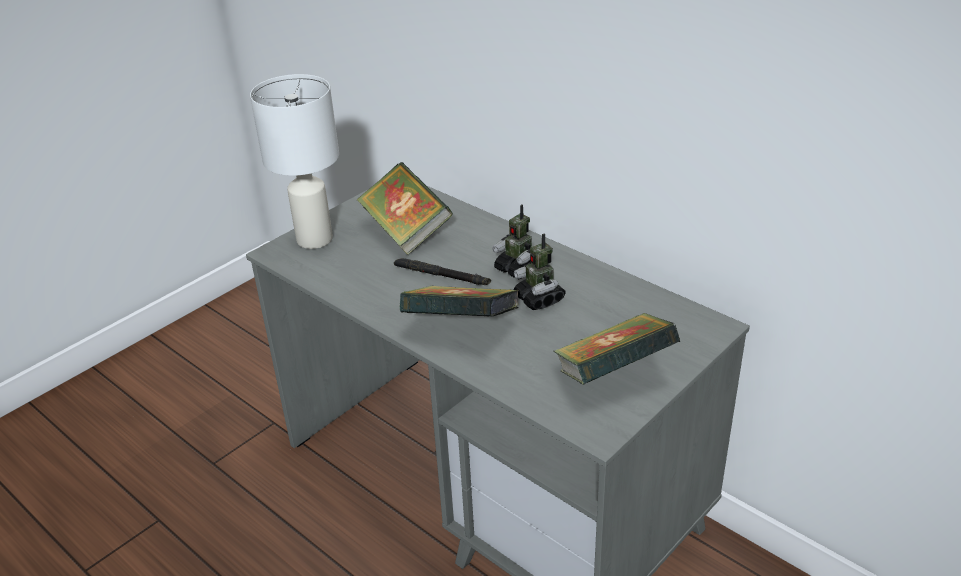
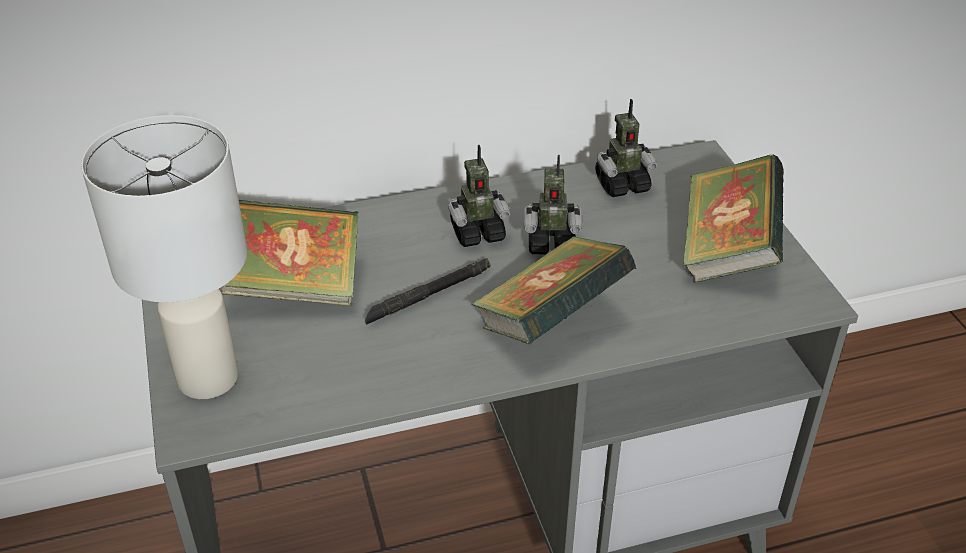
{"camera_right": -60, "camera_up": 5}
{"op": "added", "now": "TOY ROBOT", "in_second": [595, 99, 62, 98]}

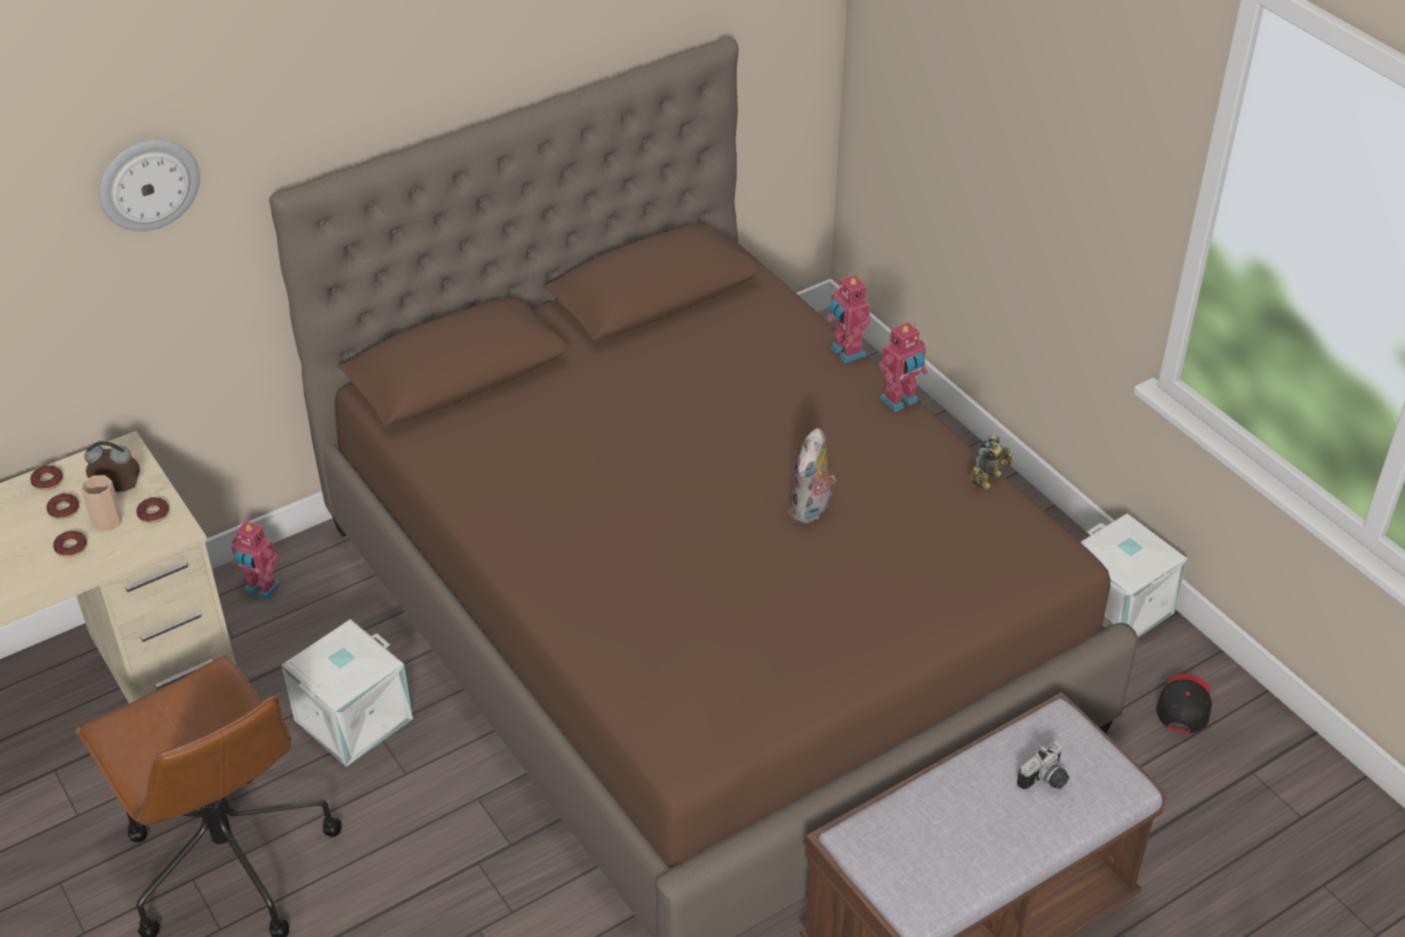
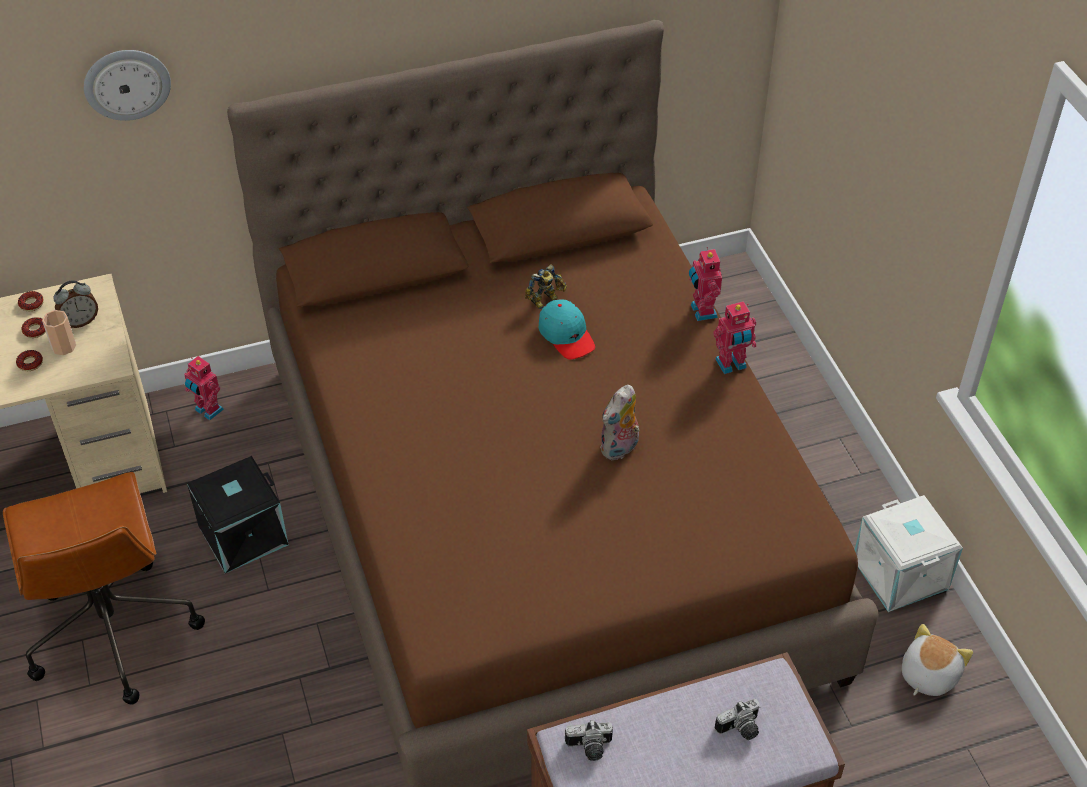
{"camera_right": 15, "camera_up": 5}
{"op": "moved", "was": "TOY ROBOT", "in_first": [970, 433, 44, 58], "in_second": [525, 264, 42, 45]}
{"op": "turned", "was": "ALARM CLOCK", "in_first": [84, 441, 56, 51], "in_second": [53, 280, 45, 48], "clockwise": 135}
{"op": "removed", "was": "DONUT", "in_first": [136, 497, 33, 26]}
{"op": "recoloured", "was": "WHITE STORAGE BOX", "now": "BLACK STORAGE BOX", "in_first": [282, 619, 131, 148], "in_second": [187, 456, 102, 117]}
{"op": "replaced", "was": "BLACK CAP", "now": "PLUSH TOY", "in_first": [1157, 674, 55, 59], "in_second": [902, 624, 71, 72]}
{"op": "added", "now": "TURQUOISE CAP", "in_second": [539, 299, 56, 61]}
{"op": "added", "now": "PHOTO CAMERA", "in_second": [565, 720, 48, 41]}

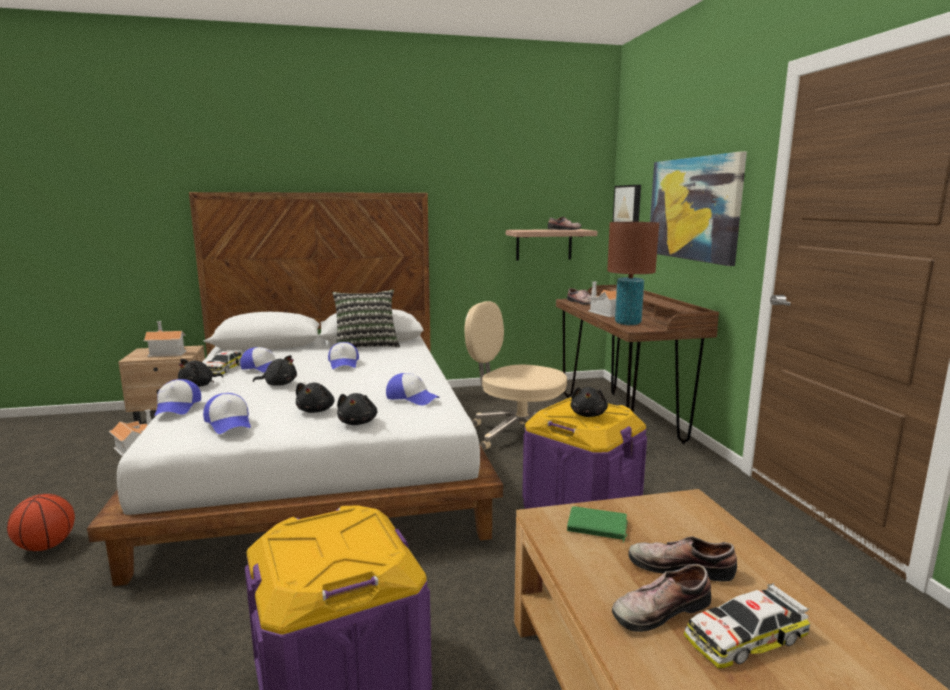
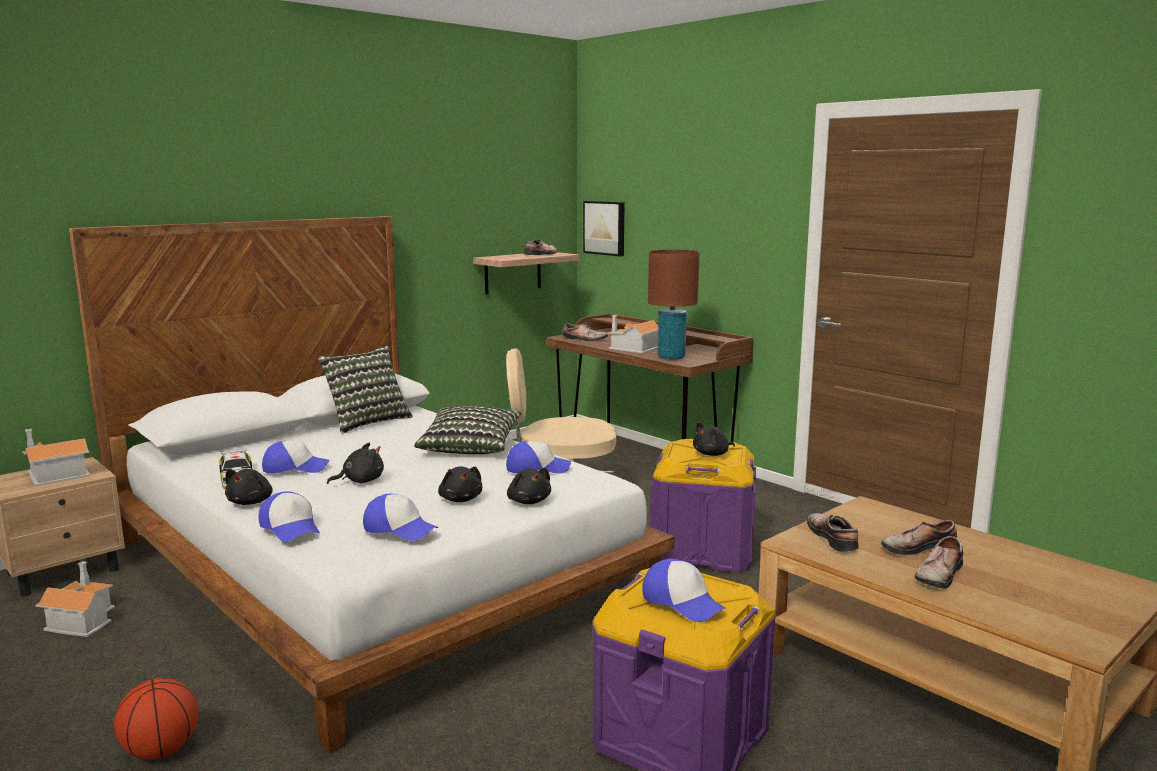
{"camera_right": -30, "camera_up": 0}
{"op": "removed", "was": "PICTURE", "in_first": [650, 151, 97, 115]}
{"op": "moved", "was": "CAP", "in_first": [328, 342, 31, 27], "in_second": [642, 559, 85, 63]}
{"op": "turned", "was": "BLACK PLUSH TOY", "in_first": [570, 387, 38, 30], "in_second": [693, 422, 42, 34], "clockwise": 75}
{"op": "replaced", "was": "GREEN BOOK", "now": "SHOE", "in_first": [567, 506, 61, 37], "in_second": [807, 513, 51, 39]}
{"op": "removed", "was": "TOY CAR", "in_first": [684, 583, 126, 86]}
{"op": "added", "now": "PILLOW", "in_second": [414, 406, 108, 48]}

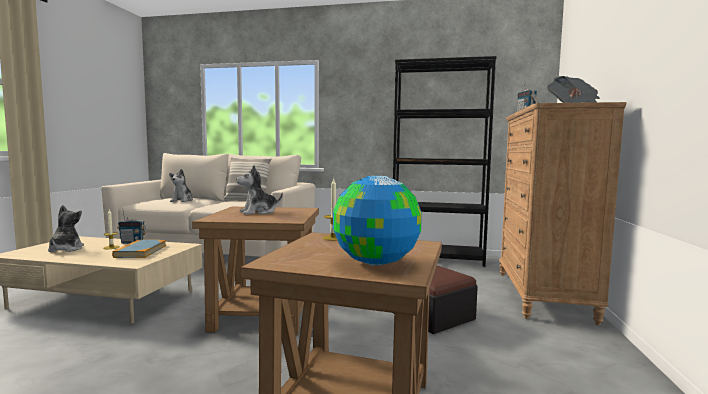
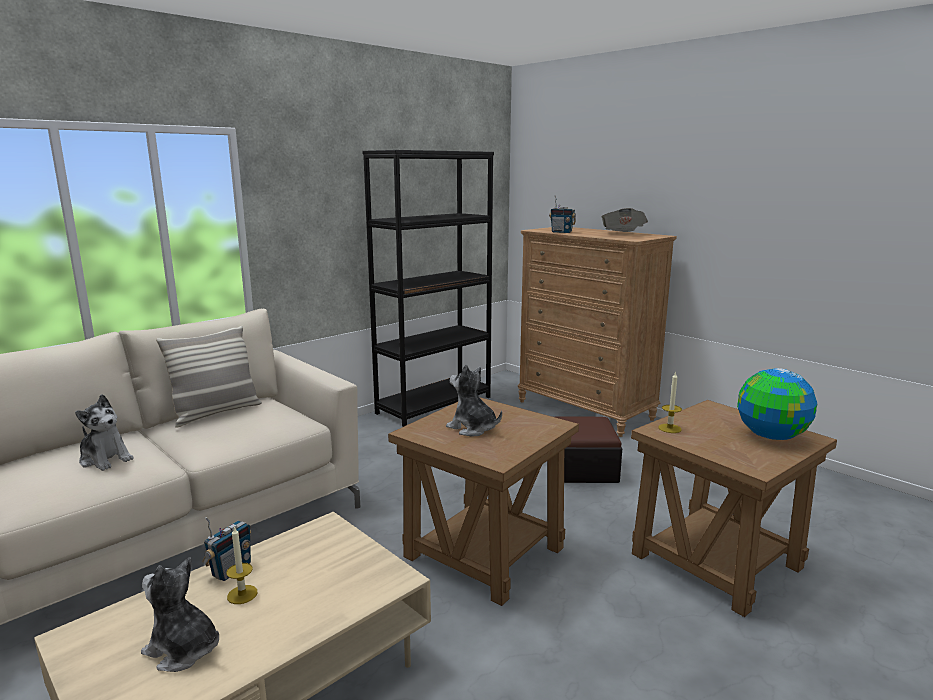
{"camera_right": -55, "camera_up": 10}
{"op": "turned", "was": "PLUSH TOY", "in_first": [236, 165, 47, 50], "in_second": [446, 364, 56, 72], "clockwise": 120}
{"op": "removed", "was": "BOOK", "in_first": [112, 240, 54, 18]}

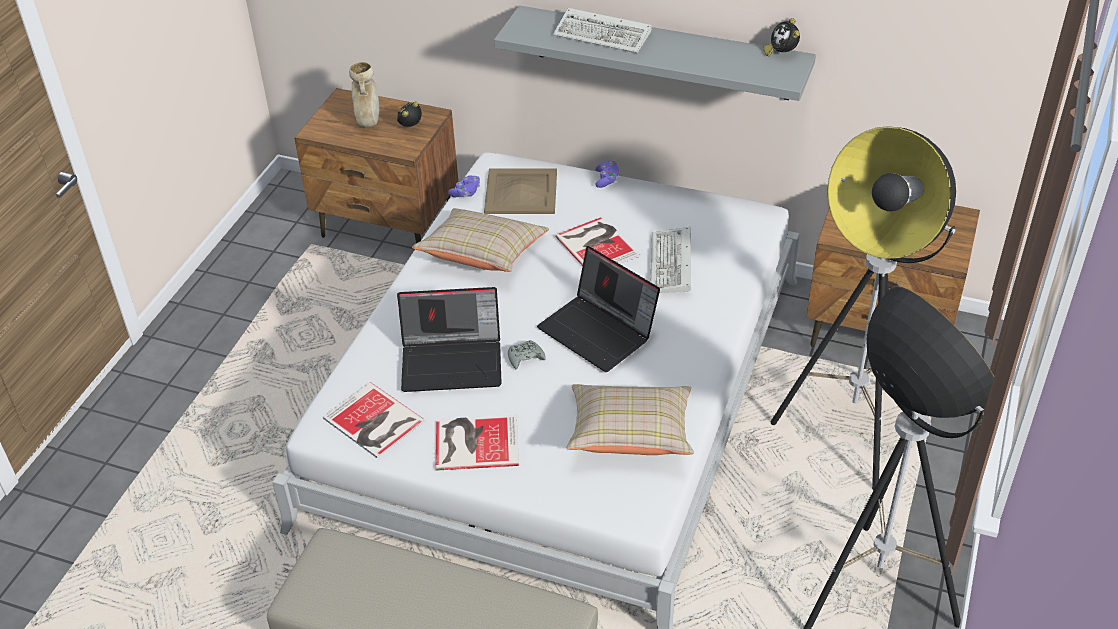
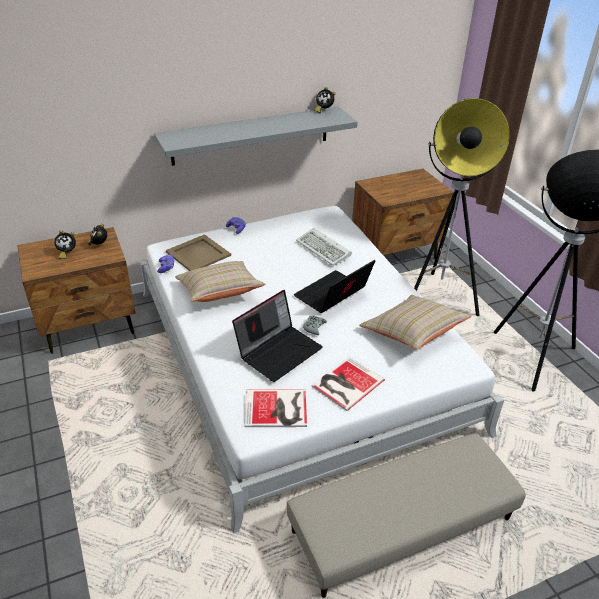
{"camera_right": -45, "camera_up": -5}
{"op": "removed", "was": "KEYBOARD", "in_first": [553, 8, 98, 45]}
{"op": "replaced", "was": "BEIGE VASE", "now": "ALARM CLOCK", "in_first": [349, 62, 30, 65], "in_second": [54, 230, 22, 29]}
{"op": "removed", "was": "BOOK", "in_first": [555, 217, 85, 49]}
{"op": "turned", "was": "LAPTOP", "in_first": [537, 246, 123, 126], "in_second": [294, 260, 81, 53], "clockwise": 135}

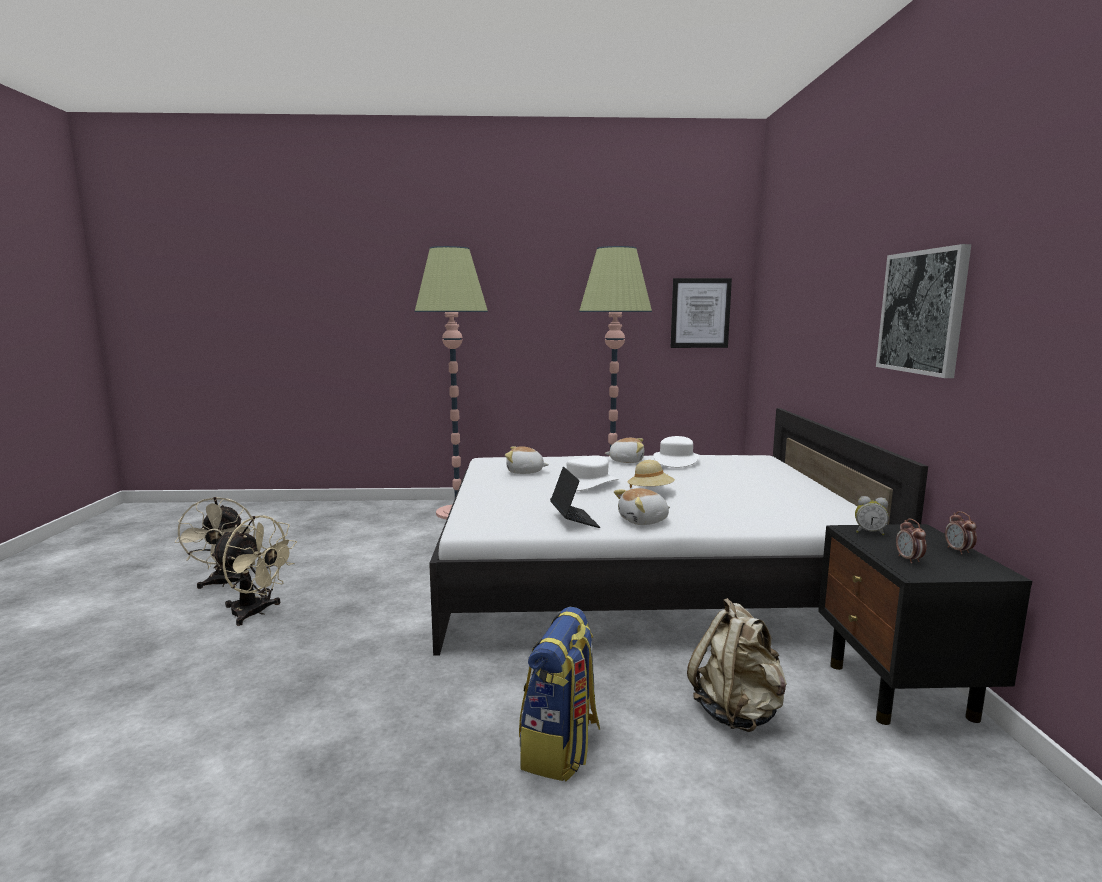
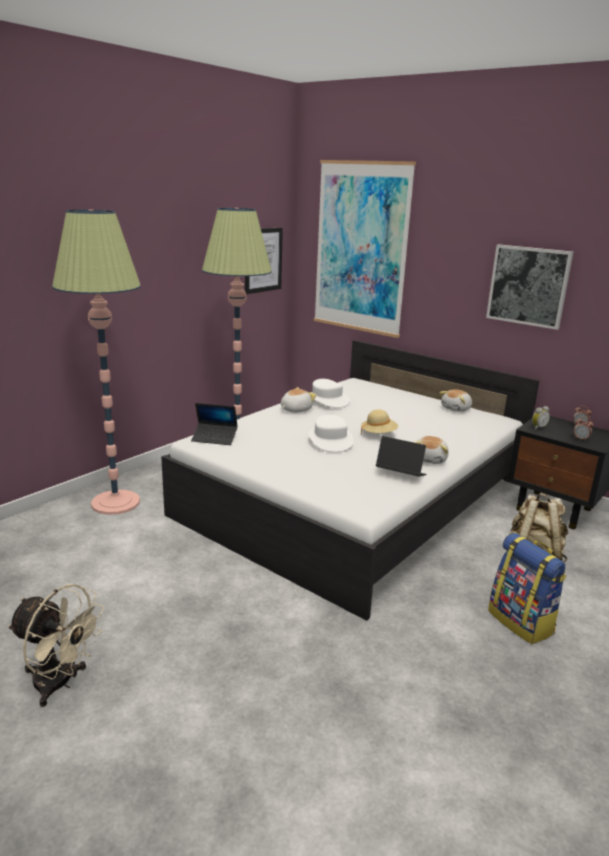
{"camera_right": -50, "camera_up": 10}
{"op": "moved", "was": "PLUSH TOY", "in_first": [505, 446, 44, 28], "in_second": [439, 389, 33, 23]}
{"op": "removed", "was": "BEIGE FAN", "in_first": [211, 515, 86, 111]}
{"op": "added", "now": "PICTURE", "in_second": [314, 160, 102, 178]}
{"op": "added", "now": "LAPTOP", "in_second": [191, 403, 47, 42]}

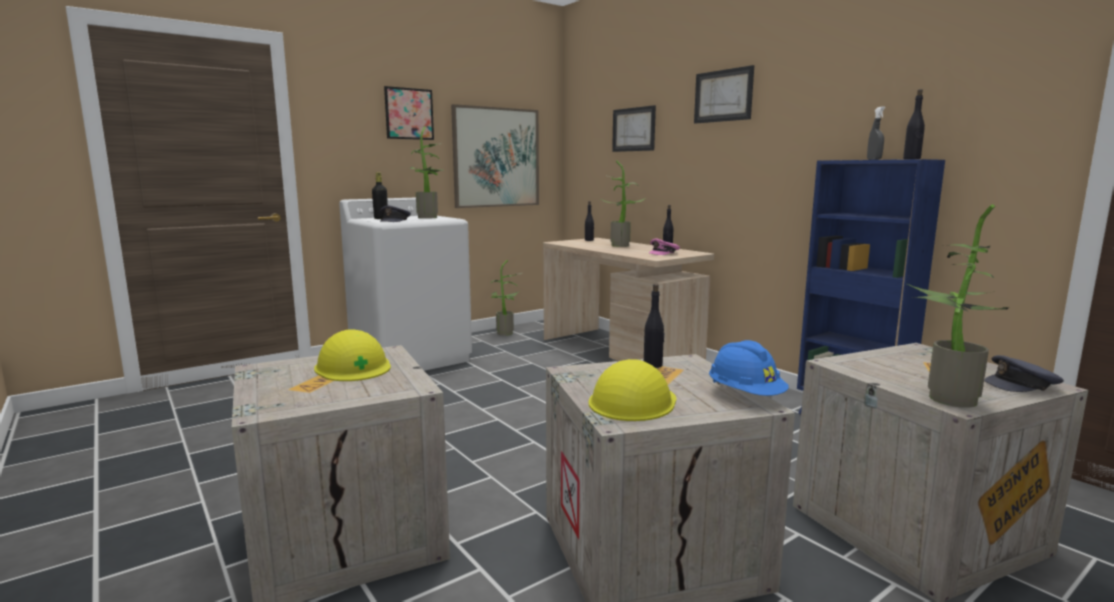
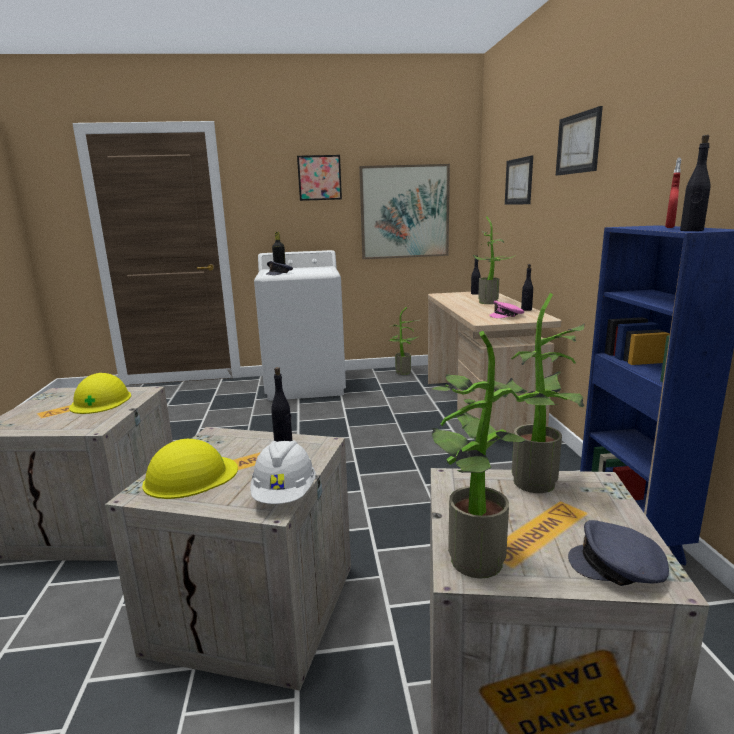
{"camera_right": 30, "camera_up": 5}
{"op": "recoloured", "was": "GREY SPRAY BOTTLE", "now": "RED SPRAY BOTTLE", "in_first": [867, 106, 18, 54], "in_second": [665, 158, 16, 70]}
{"op": "moved", "was": "POTTED PLANT", "in_first": [410, 126, 33, 93], "in_second": [506, 293, 79, 200]}
{"op": "recoloured", "was": "BLUE HARD HAT", "now": "WHITE HARD HAT", "in_first": [709, 340, 80, 56], "in_second": [250, 440, 66, 64]}

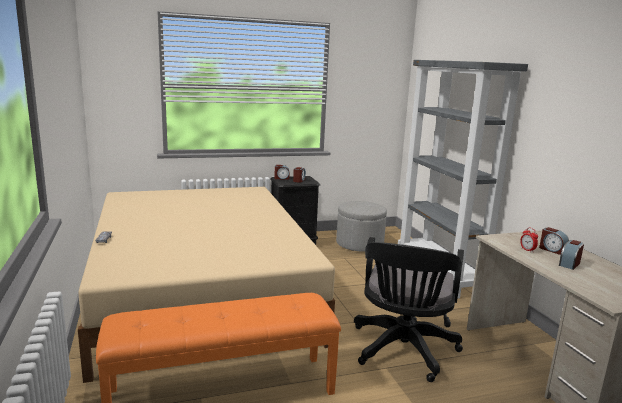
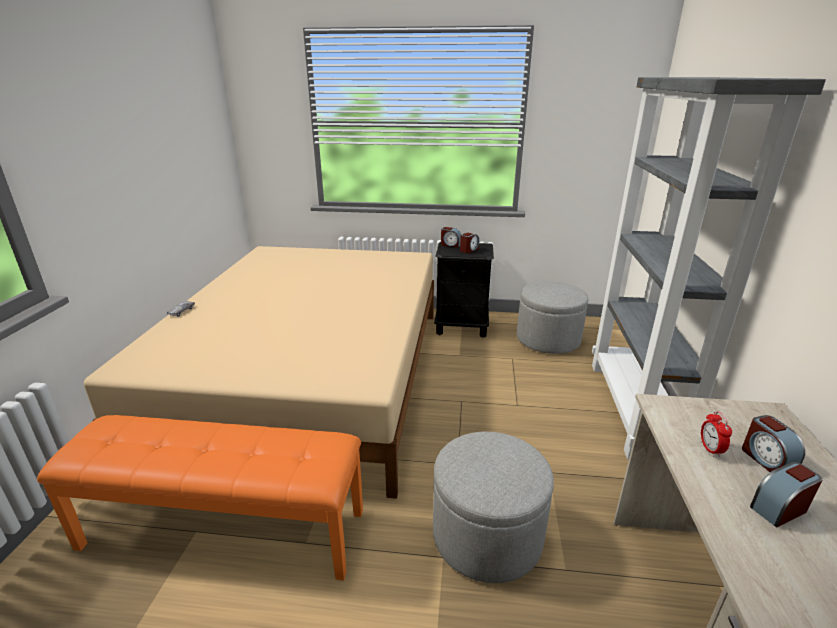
{"camera_right": 25, "camera_up": 10}
{"op": "replaced", "was": "BLACK OFFICE CHAIR", "now": "GREY OTTOMAN", "in_first": [354, 237, 110, 145], "in_second": [433, 432, 121, 151]}

